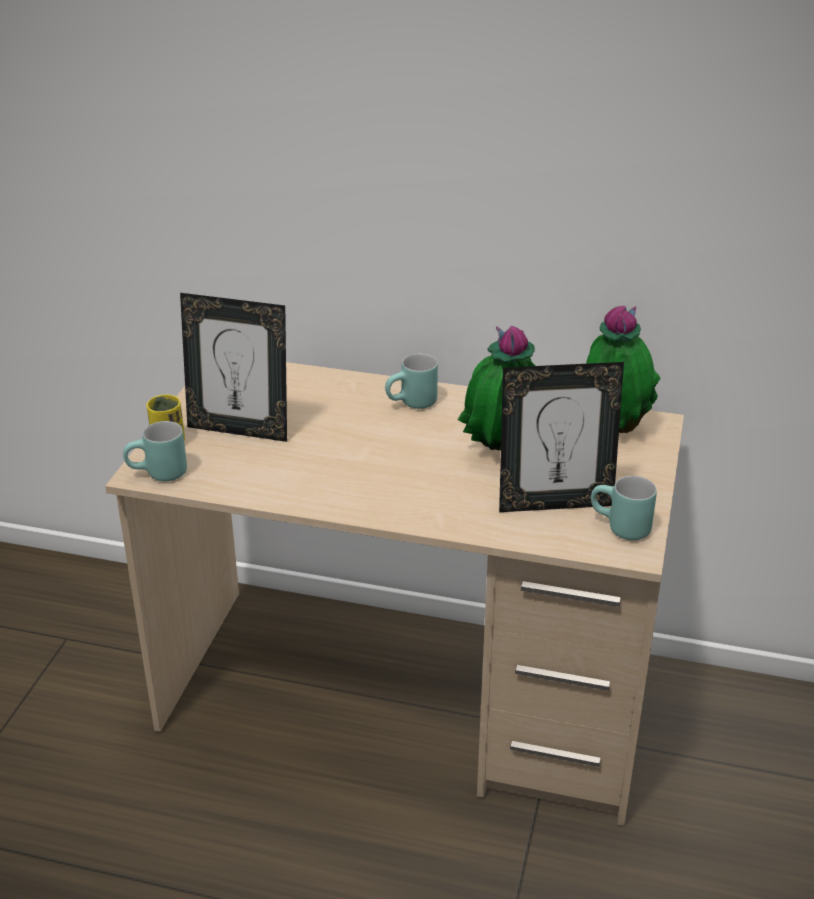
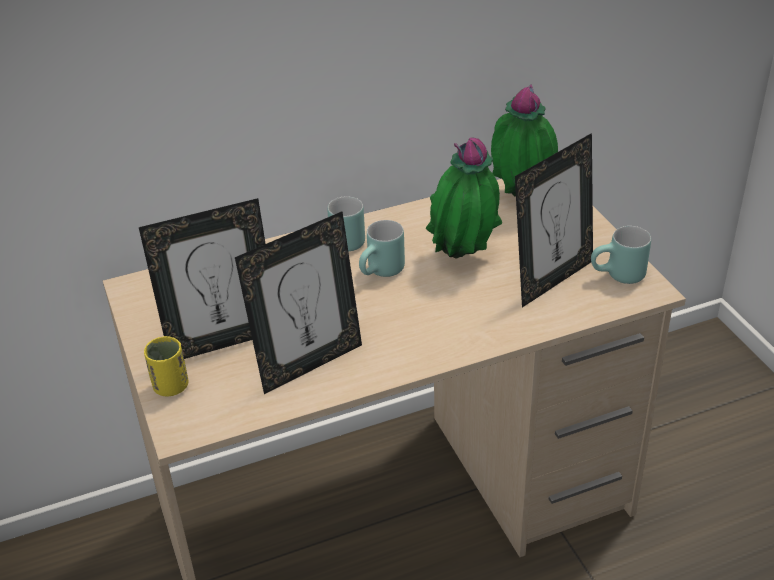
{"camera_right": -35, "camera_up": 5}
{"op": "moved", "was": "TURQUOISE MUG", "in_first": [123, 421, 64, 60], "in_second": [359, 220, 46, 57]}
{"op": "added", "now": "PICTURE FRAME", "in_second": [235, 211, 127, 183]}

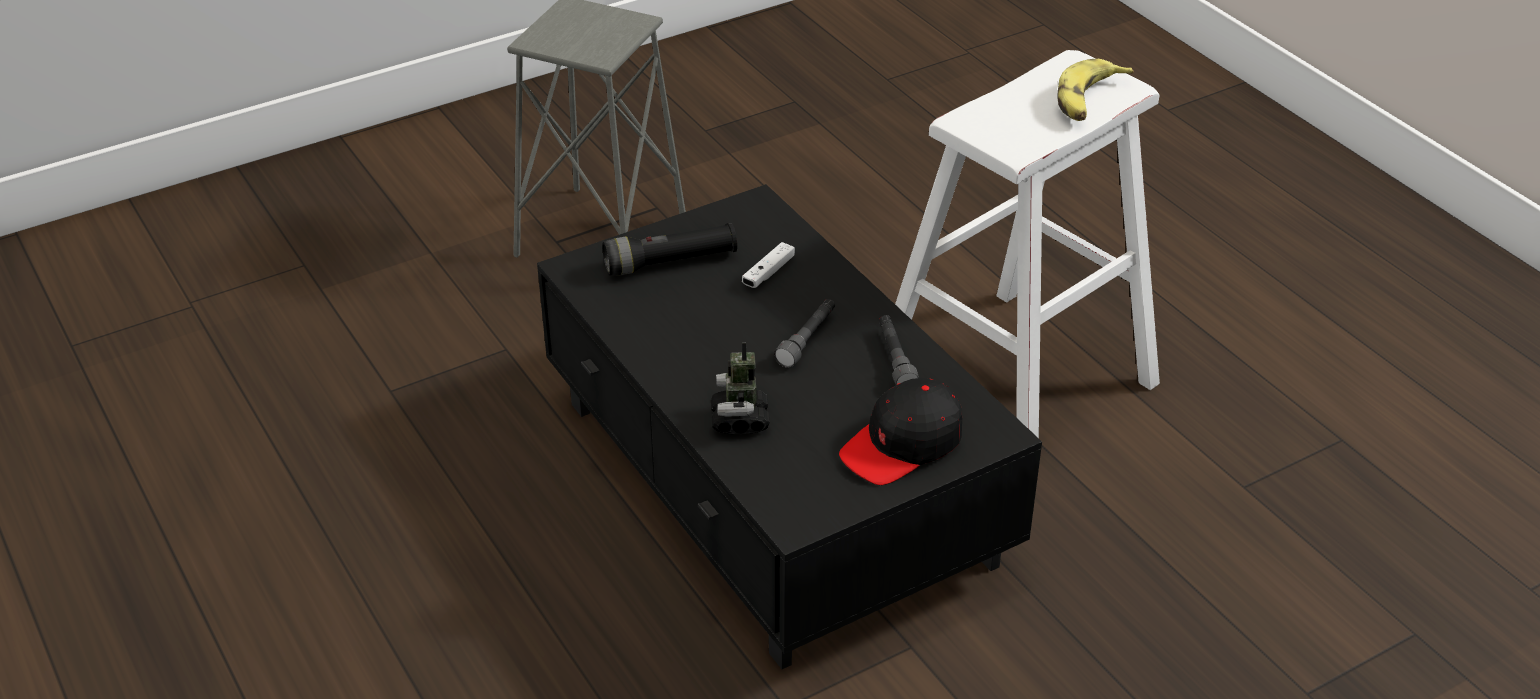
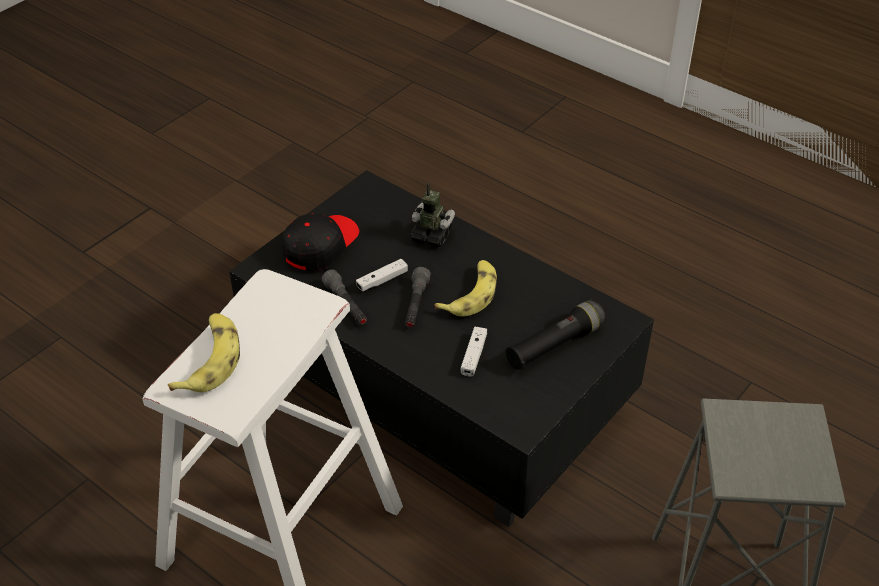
{"camera_right": 160, "camera_up": 5}
{"op": "turned", "was": "TOY ROBOT", "in_first": [711, 342, 59, 92], "in_second": [411, 183, 44, 65], "clockwise": -45}
{"op": "added", "now": "WHITE GAME CONTROLLER", "in_second": [356, 259, 52, 32]}
{"op": "added", "now": "BANANA", "in_second": [435, 260, 62, 57]}

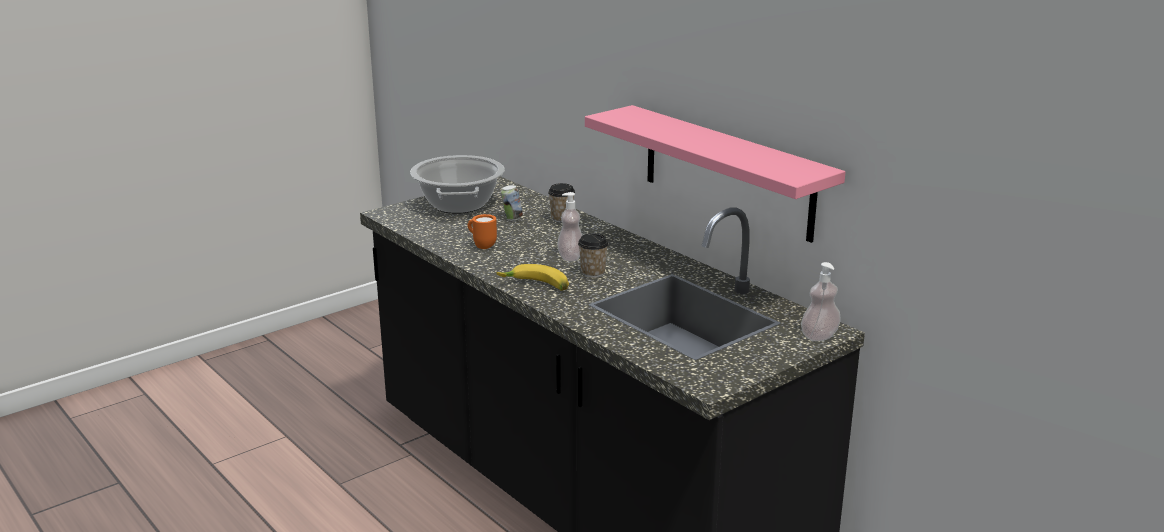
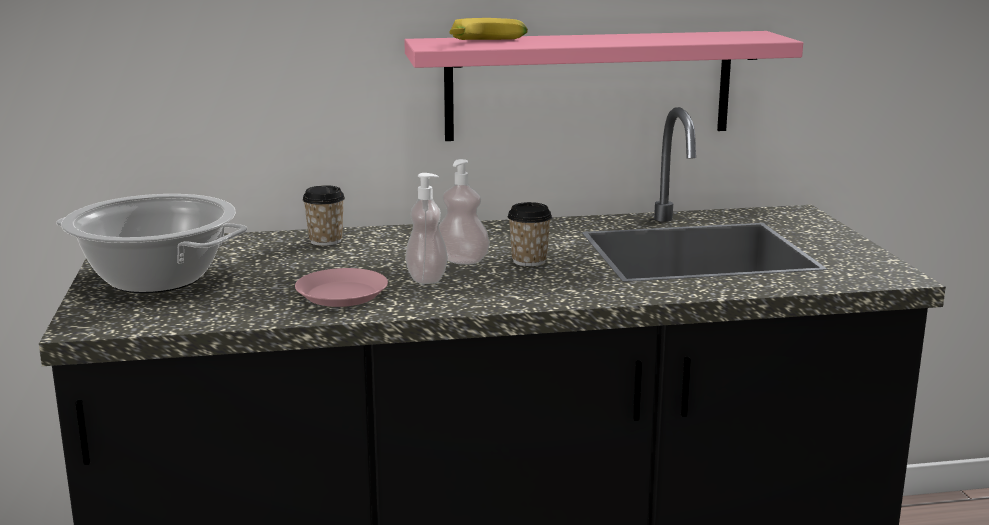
{"camera_right": -60, "camera_up": -5}
{"op": "removed", "was": "CAN", "in_first": [501, 185, 22, 35]}
{"op": "replaced", "was": "ORANGE MUG", "now": "PINK PLATE", "in_first": [468, 214, 29, 35], "in_second": [295, 268, 93, 39]}
{"op": "moved", "was": "SOAP DISPENSER", "in_first": [801, 262, 40, 79], "in_second": [405, 173, 43, 111]}
{"op": "moved", "was": "BANANA", "in_first": [496, 264, 73, 27], "in_second": [450, 18, 78, 22]}

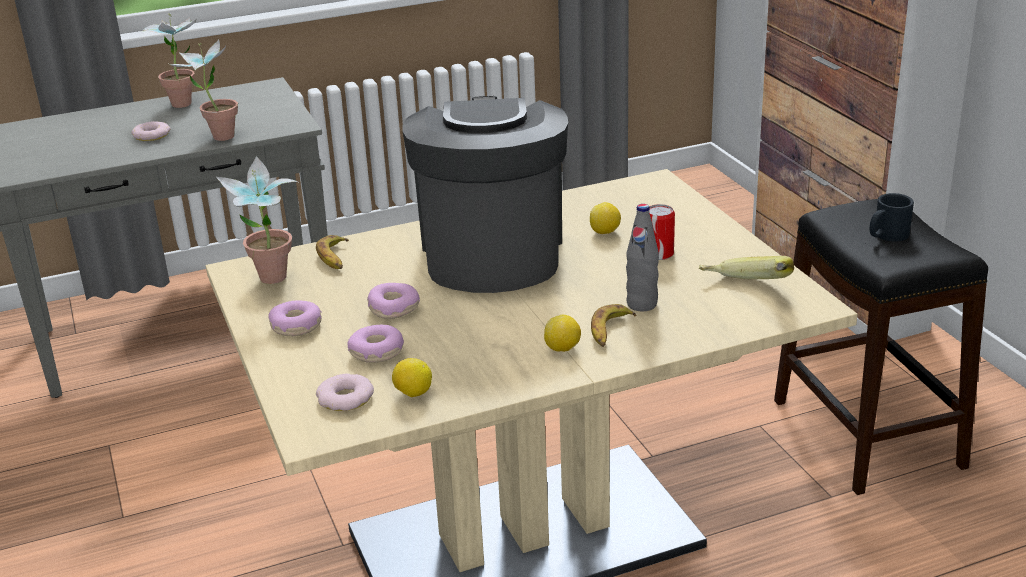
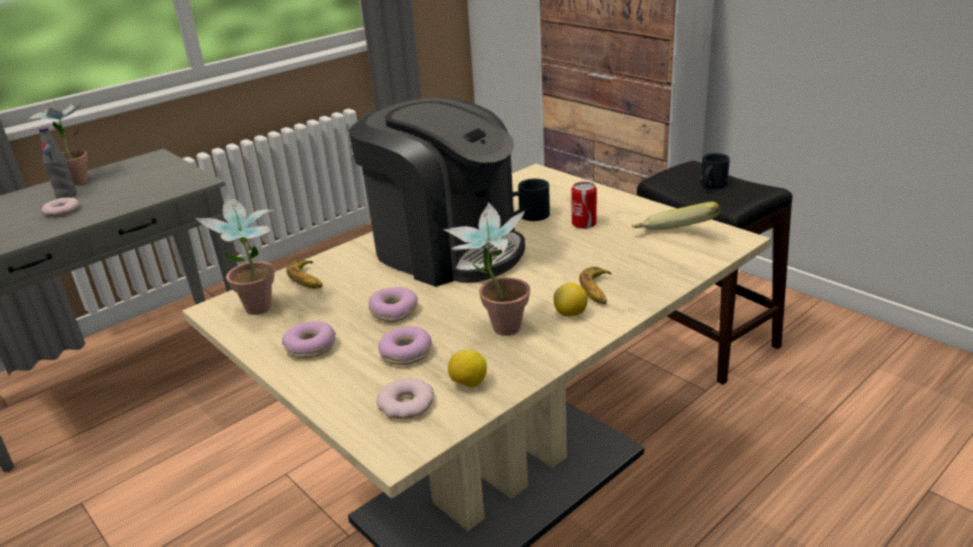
{"camera_right": -20, "camera_up": 0}
{"op": "moved", "was": "POTTED PLANT", "in_first": [167, 39, 71, 102], "in_second": [443, 202, 87, 134]}
{"op": "turned", "was": "COFFEE MACHINE", "in_first": [402, 96, 166, 197], "in_second": [348, 98, 177, 189], "clockwise": 150}
{"op": "replaced", "was": "LEMON", "now": "BLACK MUG", "in_first": [590, 202, 31, 32], "in_second": [513, 179, 37, 42]}
{"op": "moved", "was": "GREY BOTTLE", "in_first": [626, 204, 33, 107], "in_second": [39, 127, 38, 72]}

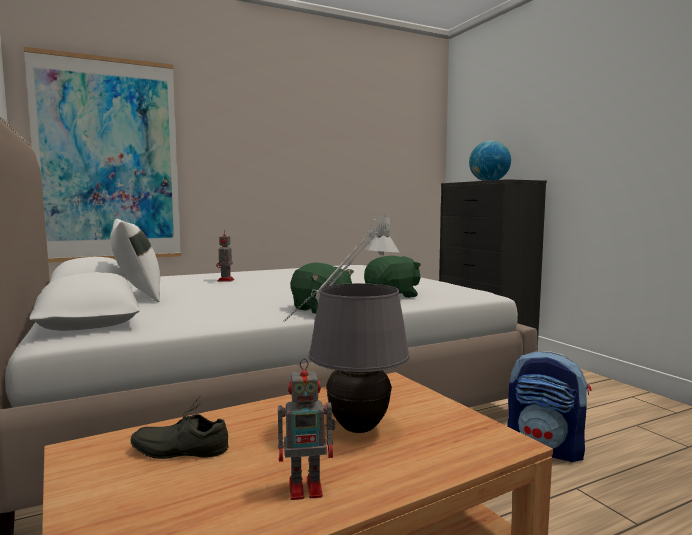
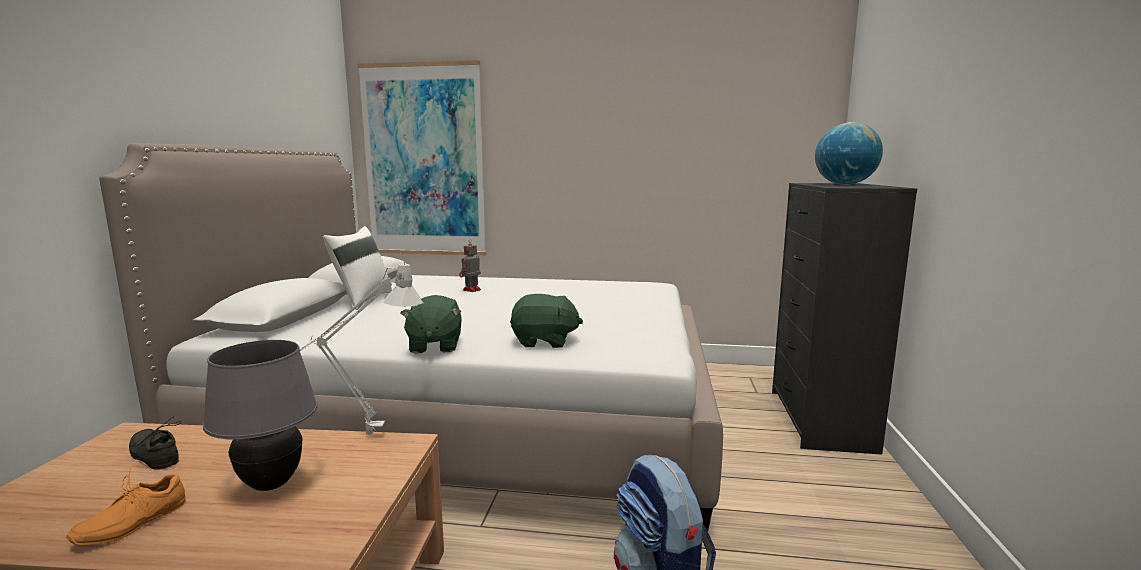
{"camera_right": 35, "camera_up": 5}
{"op": "replaced", "was": "TOY ROBOT", "now": "ORANGE SHOE", "in_first": [278, 358, 57, 142], "in_second": [66, 467, 120, 78]}

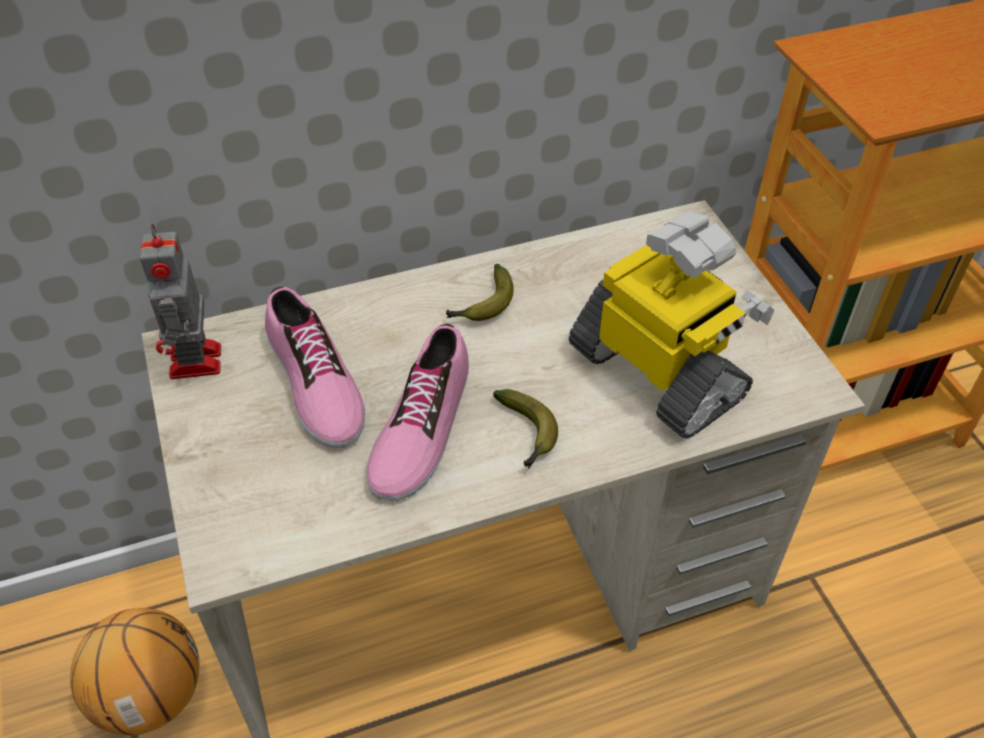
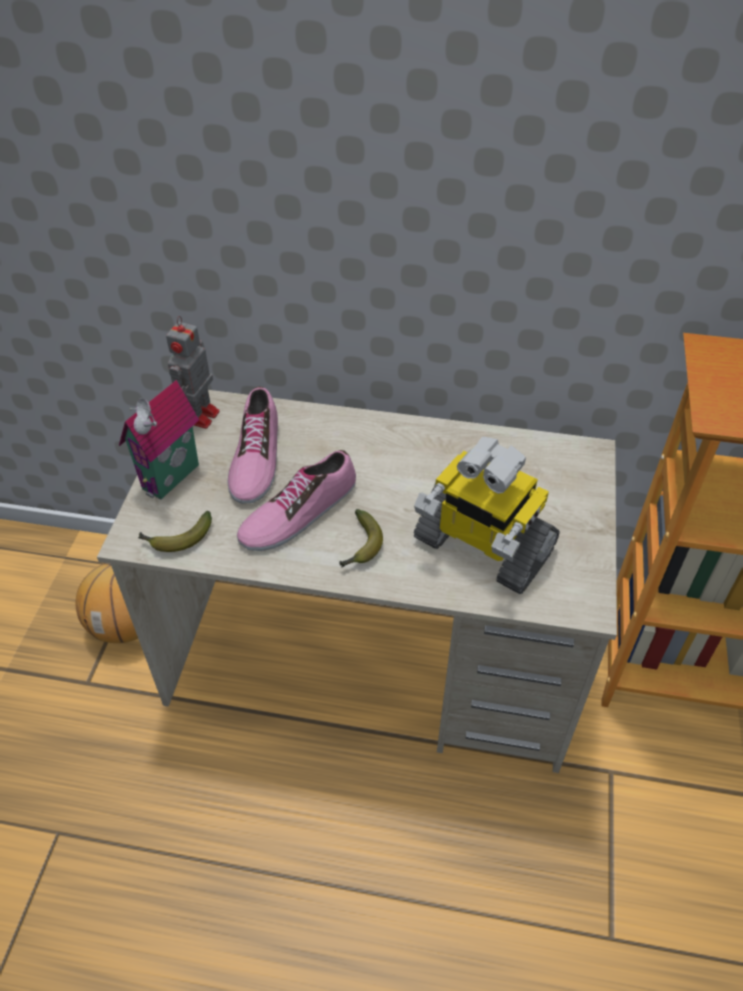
{"camera_right": 30, "camera_up": 0}
{"op": "turned", "was": "TOY ROBOT", "in_first": [569, 211, 206, 228], "in_second": [414, 437, 146, 157], "clockwise": 135}
{"op": "moved", "was": "BANANA", "in_first": [446, 264, 68, 57], "in_second": [138, 511, 74, 41]}
{"op": "added", "now": "TOY HOUSE", "in_second": [119, 380, 80, 119]}

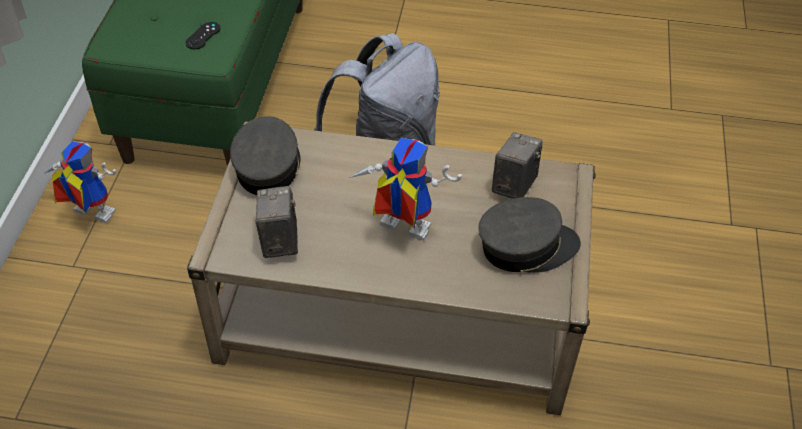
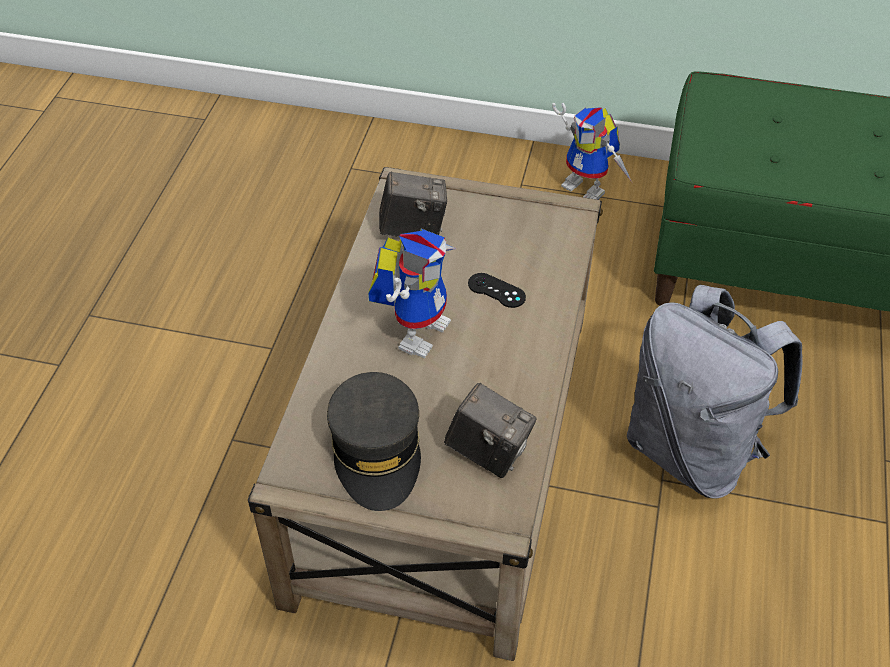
{"camera_right": 95, "camera_up": 0}
{"op": "moved", "was": "BLACK GAME CONTROLLER", "in_first": [185, 22, 35, 27], "in_second": [468, 273, 58, 35]}
{"op": "removed", "was": "GREY CAP", "in_first": [230, 116, 70, 79]}
{"op": "turned", "was": "TOY ROBOT", "in_first": [43, 141, 73, 82], "in_second": [552, 103, 80, 97], "clockwise": 105}

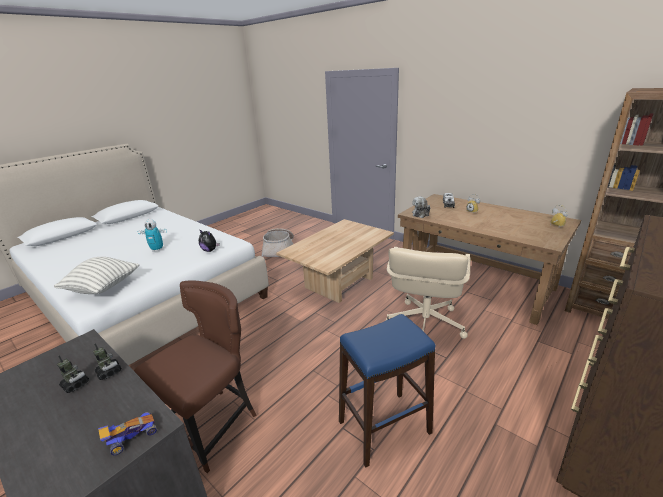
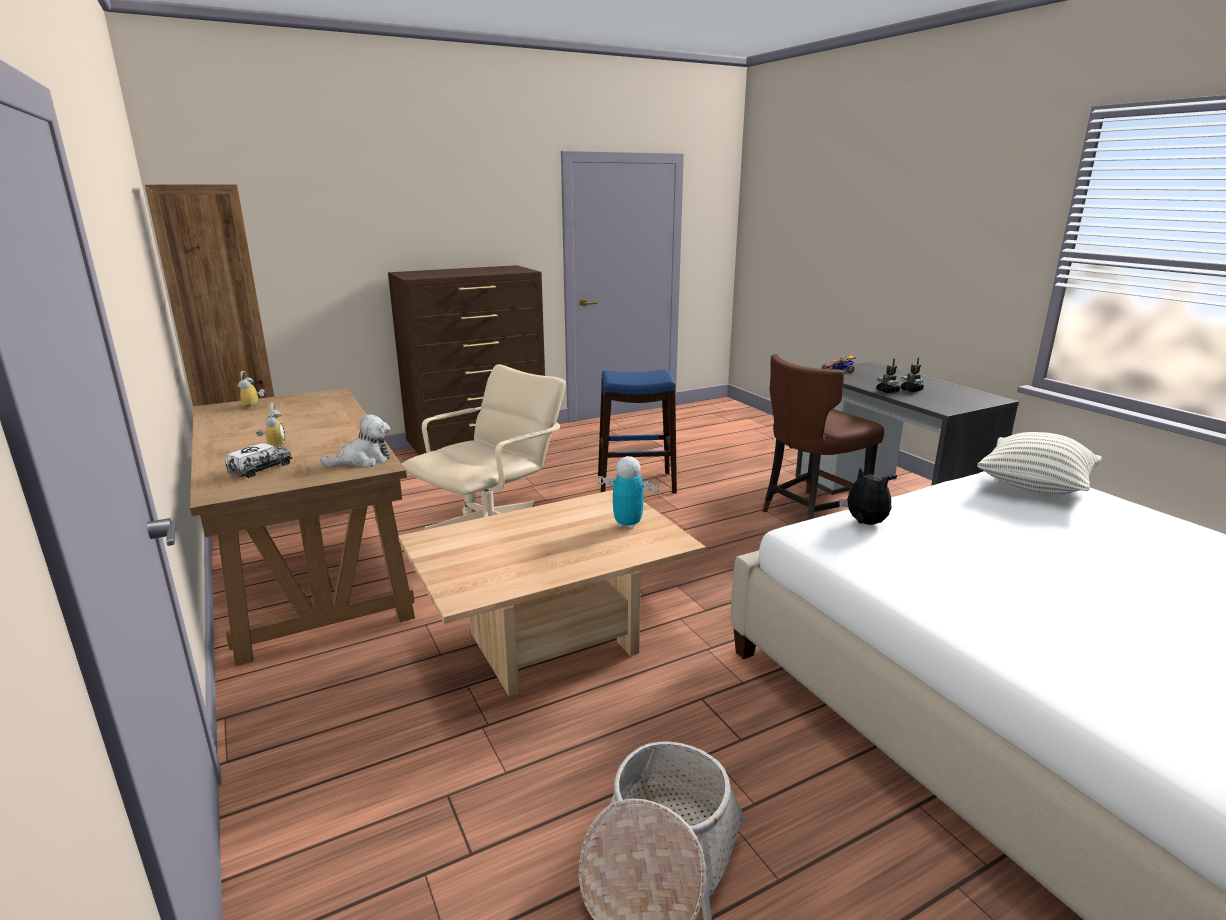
{"camera_right": -160, "camera_up": -5}
{"op": "moved", "was": "TOY ROBOT", "in_first": [137, 219, 30, 33], "in_second": [598, 456, 61, 73]}

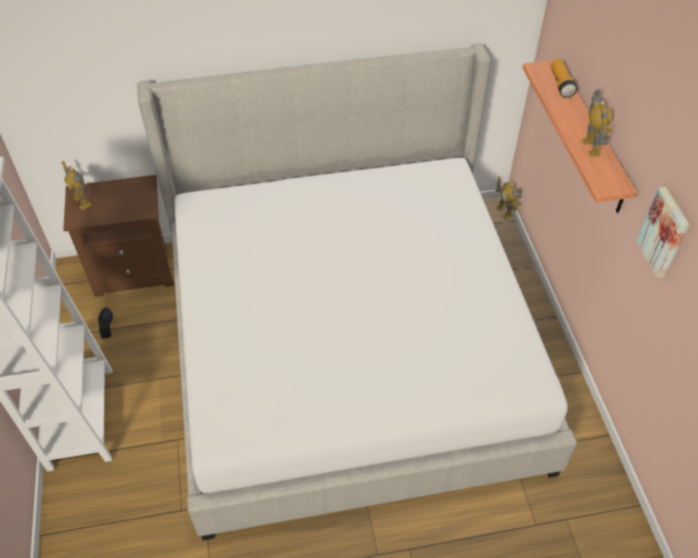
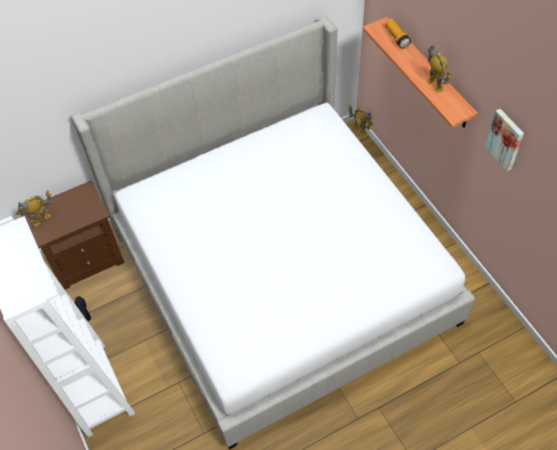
{"camera_right": -15, "camera_up": 5}
{"op": "turned", "was": "TOY ROBOT", "in_first": [61, 161, 31, 50], "in_second": [16, 190, 36, 37], "clockwise": 105}

